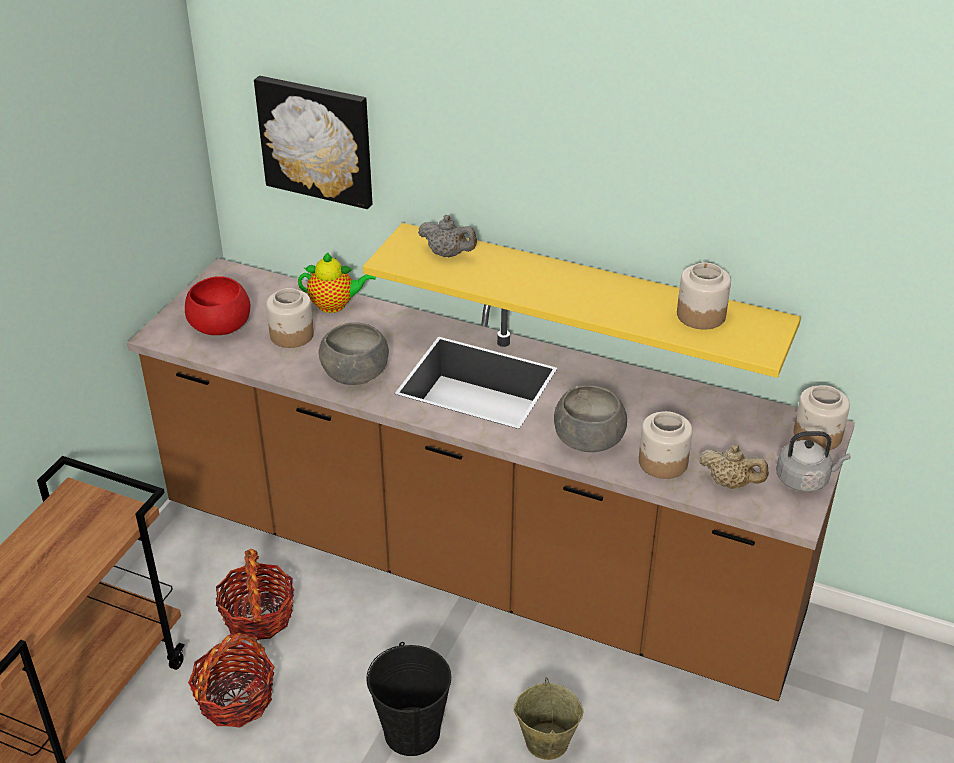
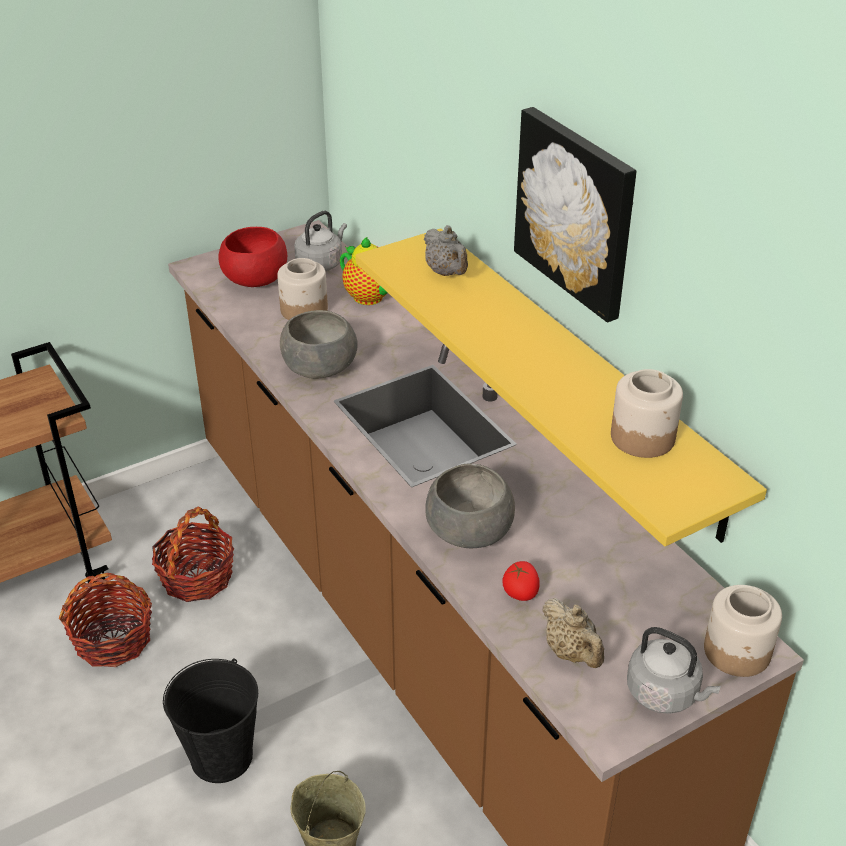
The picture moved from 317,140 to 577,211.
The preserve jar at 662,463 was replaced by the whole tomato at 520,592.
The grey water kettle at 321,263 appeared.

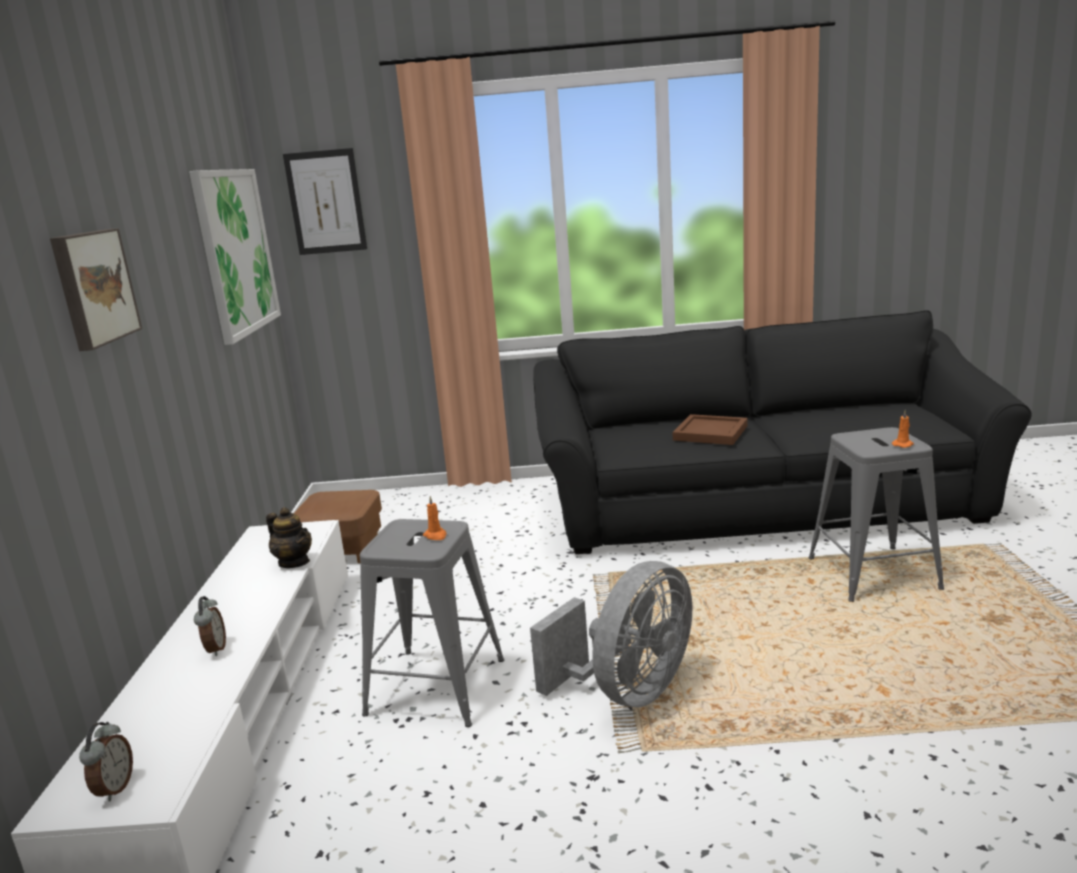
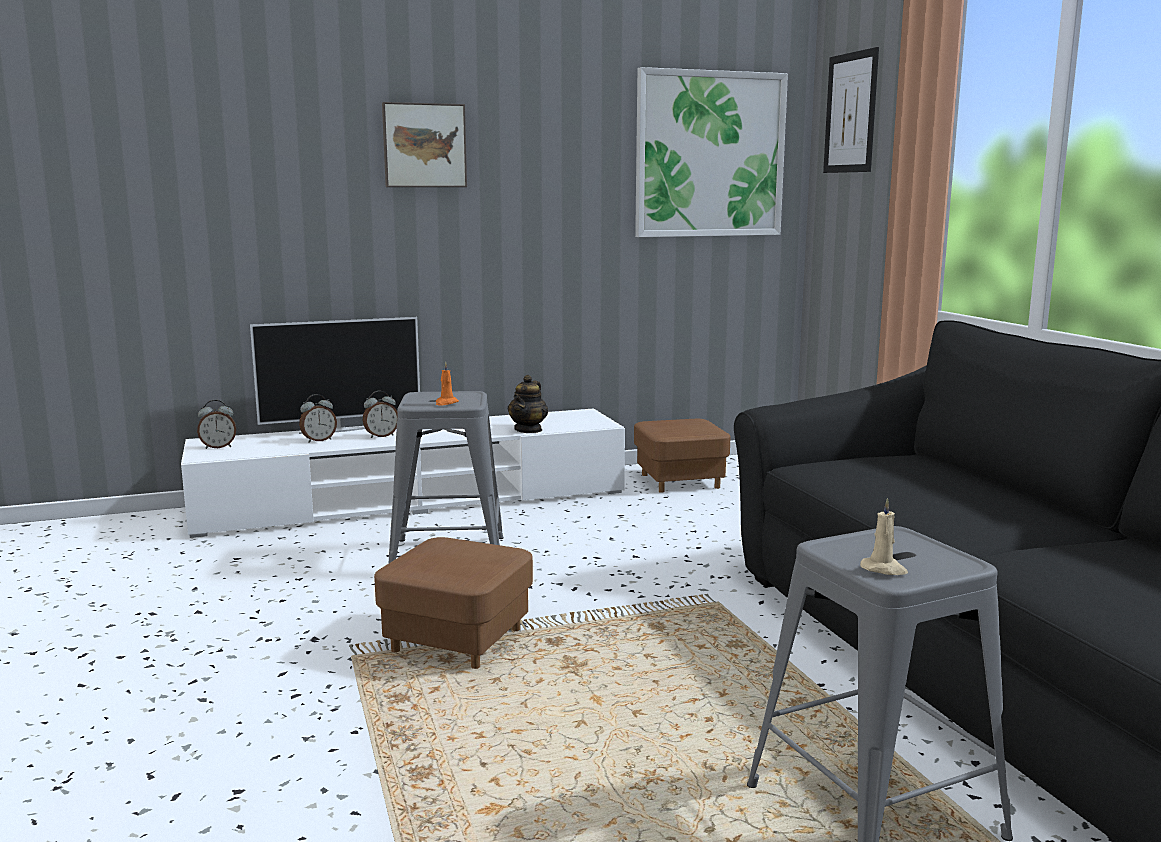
The grey fan at 629,691 was replaced by the brownish ottoman at 457,641.
The brownish carrying tray at 709,433 disappeared.
The orange wax candle at 903,444 became the beige wax candle at 884,569.
The TV at 341,430 appeared.
The bedside clock at 318,440 appeared.

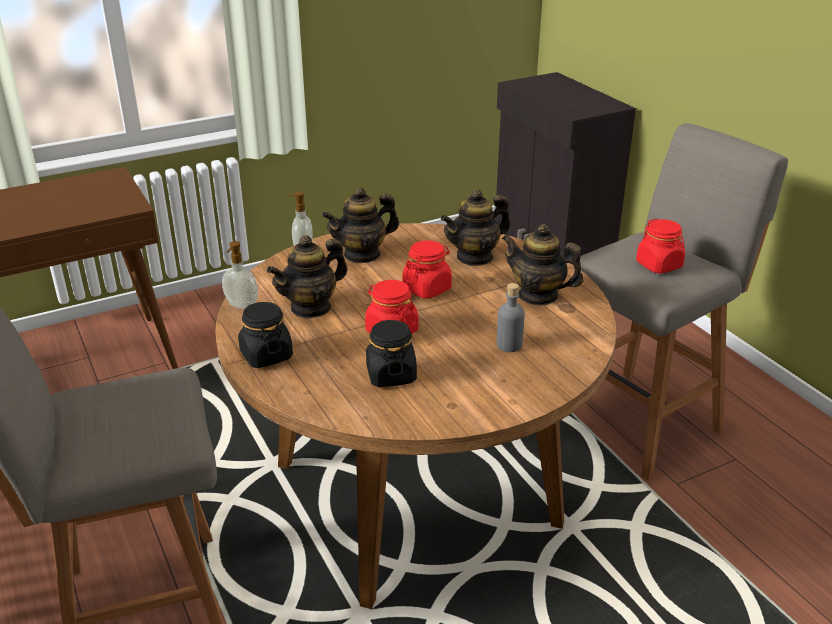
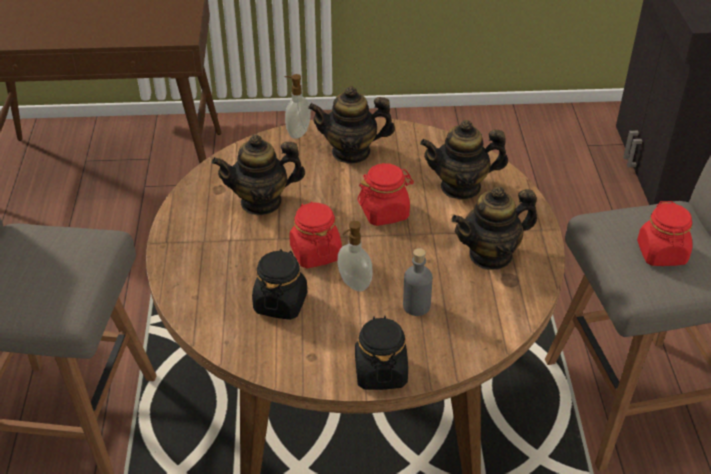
The soap bottle moved from 241,306 to 353,284.
The black-coloured preserve jar moved from 266,355 to 380,372.
The teapot at 538,295 turned 75 degrees counterclockwise.

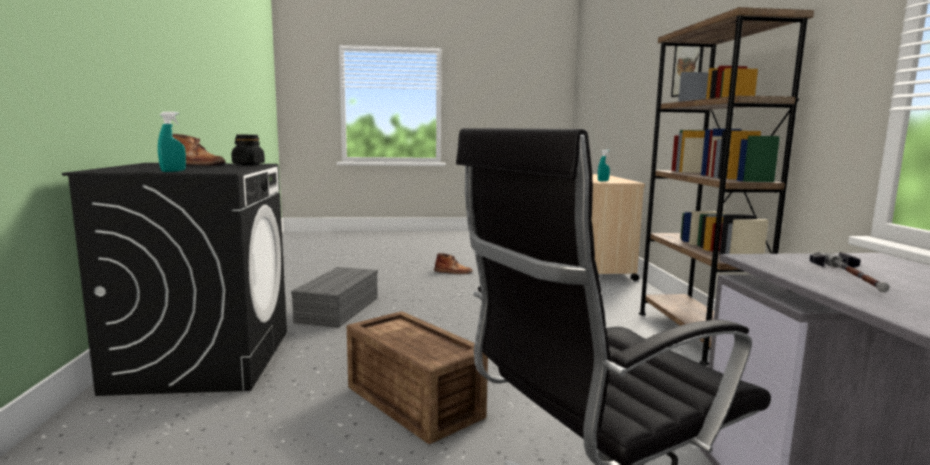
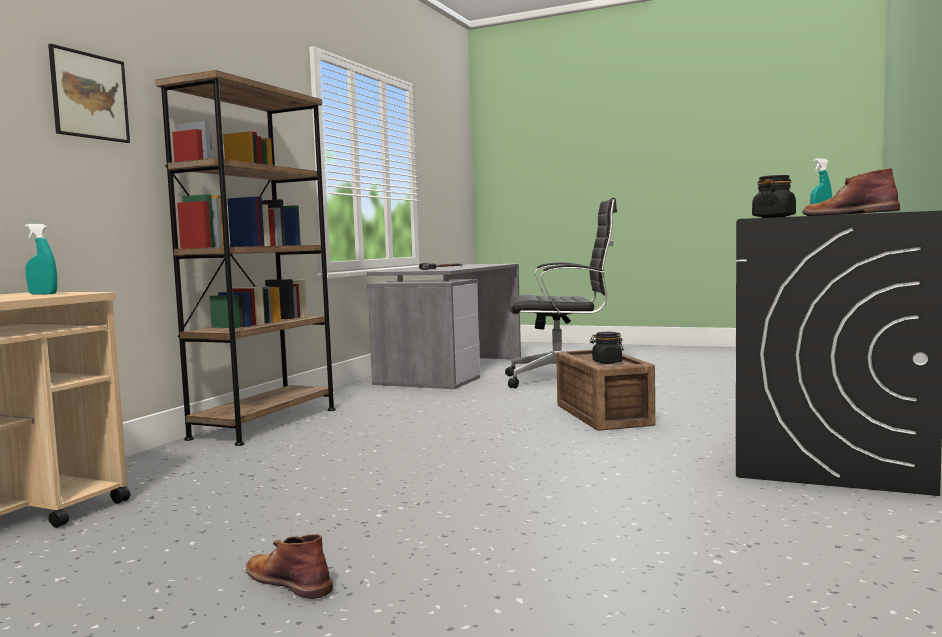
The grey storage container at 338,309 disappeared.
The black-coloured preserve jar at 606,362 appeared.

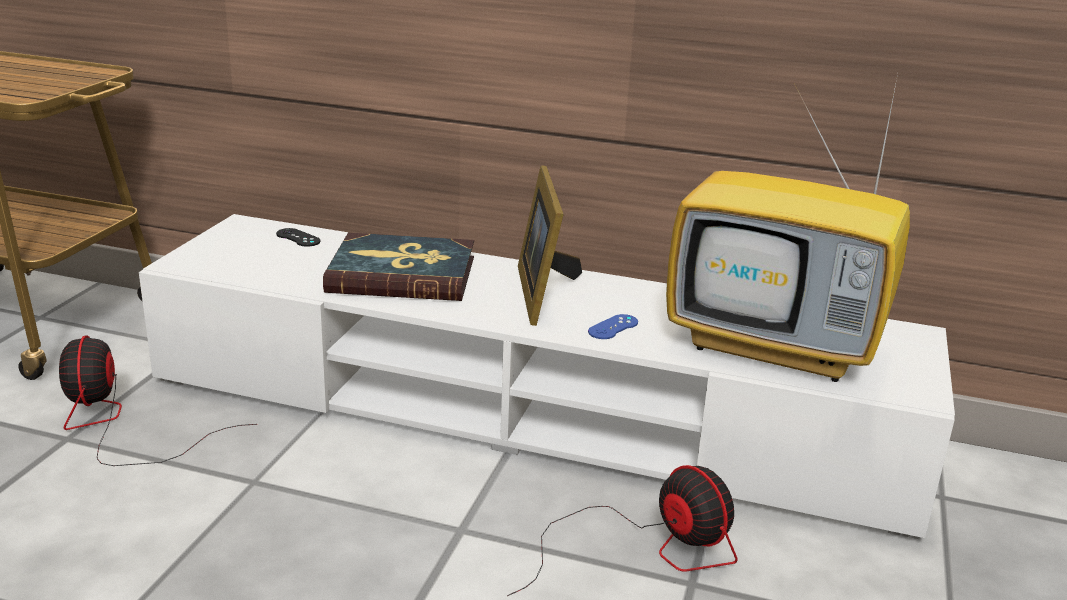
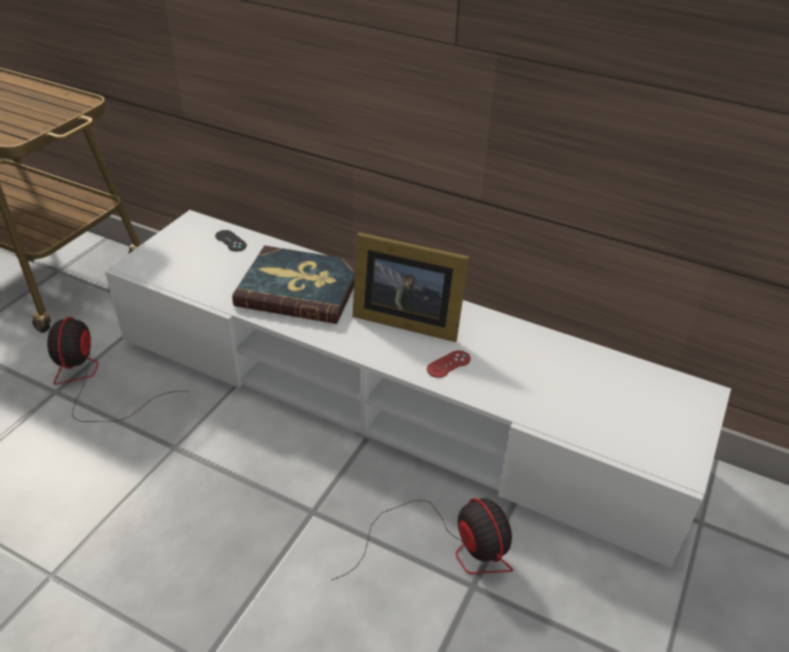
The picture frame at 544,292 turned 75 degrees counterclockwise.
The blue-coloured gamepad at 613,327 became the reddish gamepad at 448,364.
The TV at 780,347 disappeared.

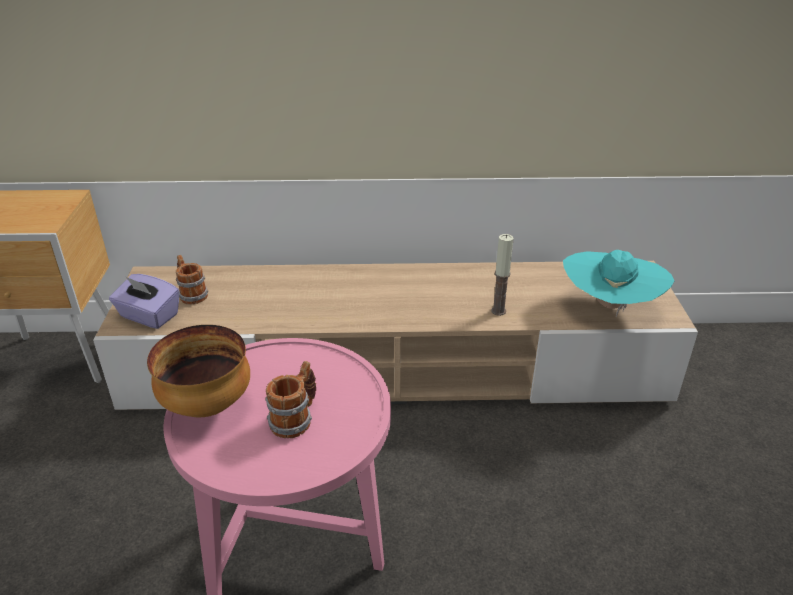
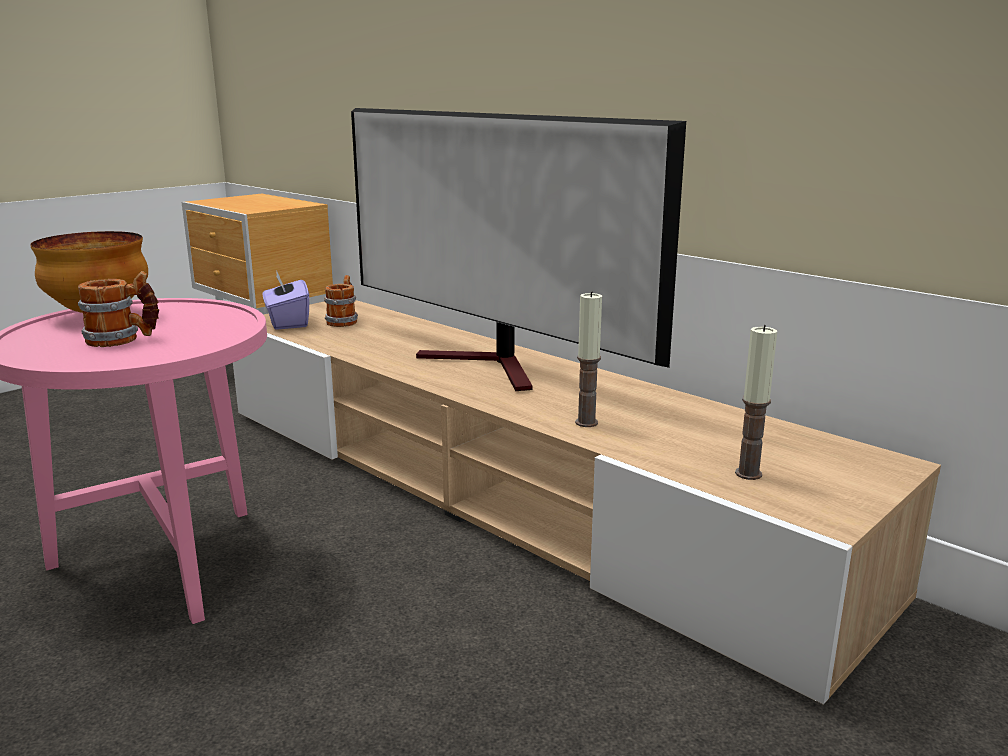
The turquoise-coloured hat at 609,307 was replaced by the wax candle at 748,474.
The TV at 493,367 appeared.

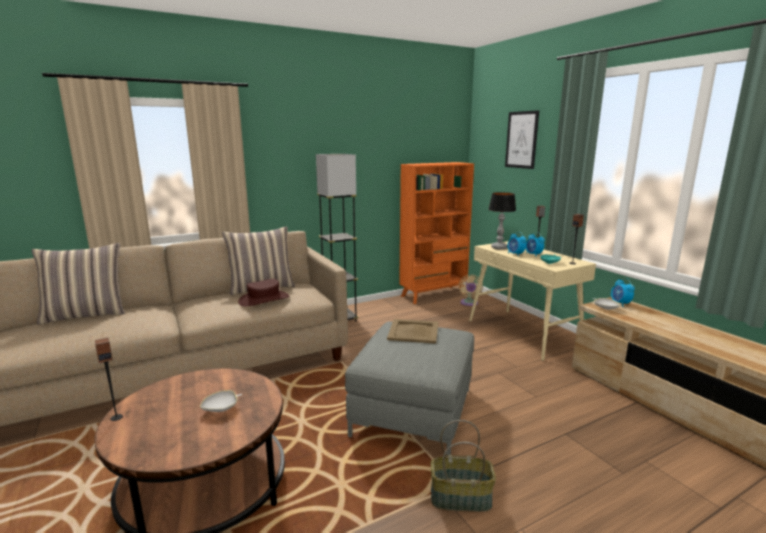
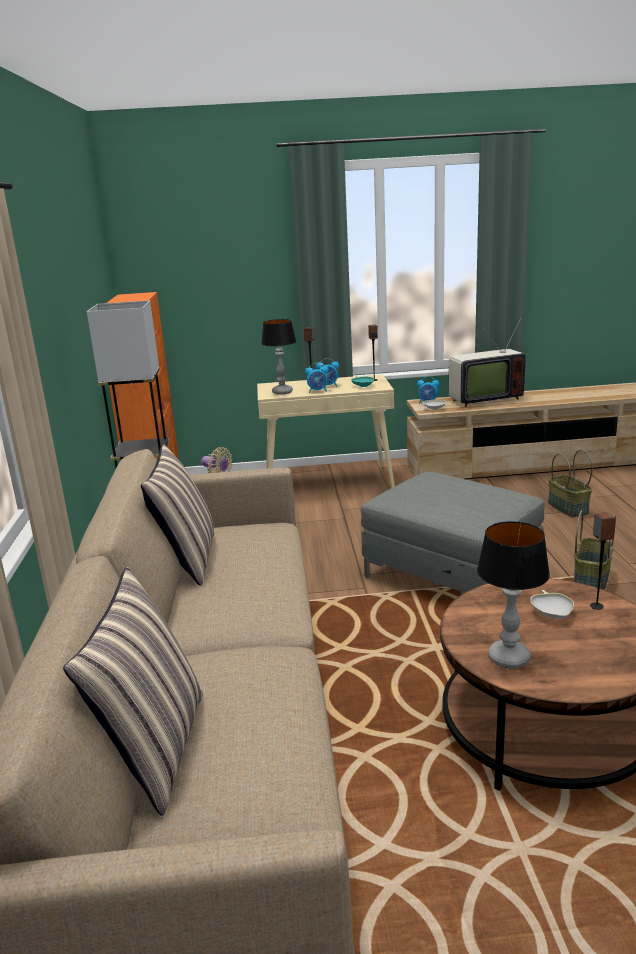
The audio speaker moved from 116,417 to 596,606.
The brownish hat at 264,299 disappeared.
The beige carrying tray at 414,331 disappeared.
The picture at 521,140 disappeared.
The TV at 483,399 appeared.
The table lamp at 508,657 appeared.
The basket at 567,508 appeared.

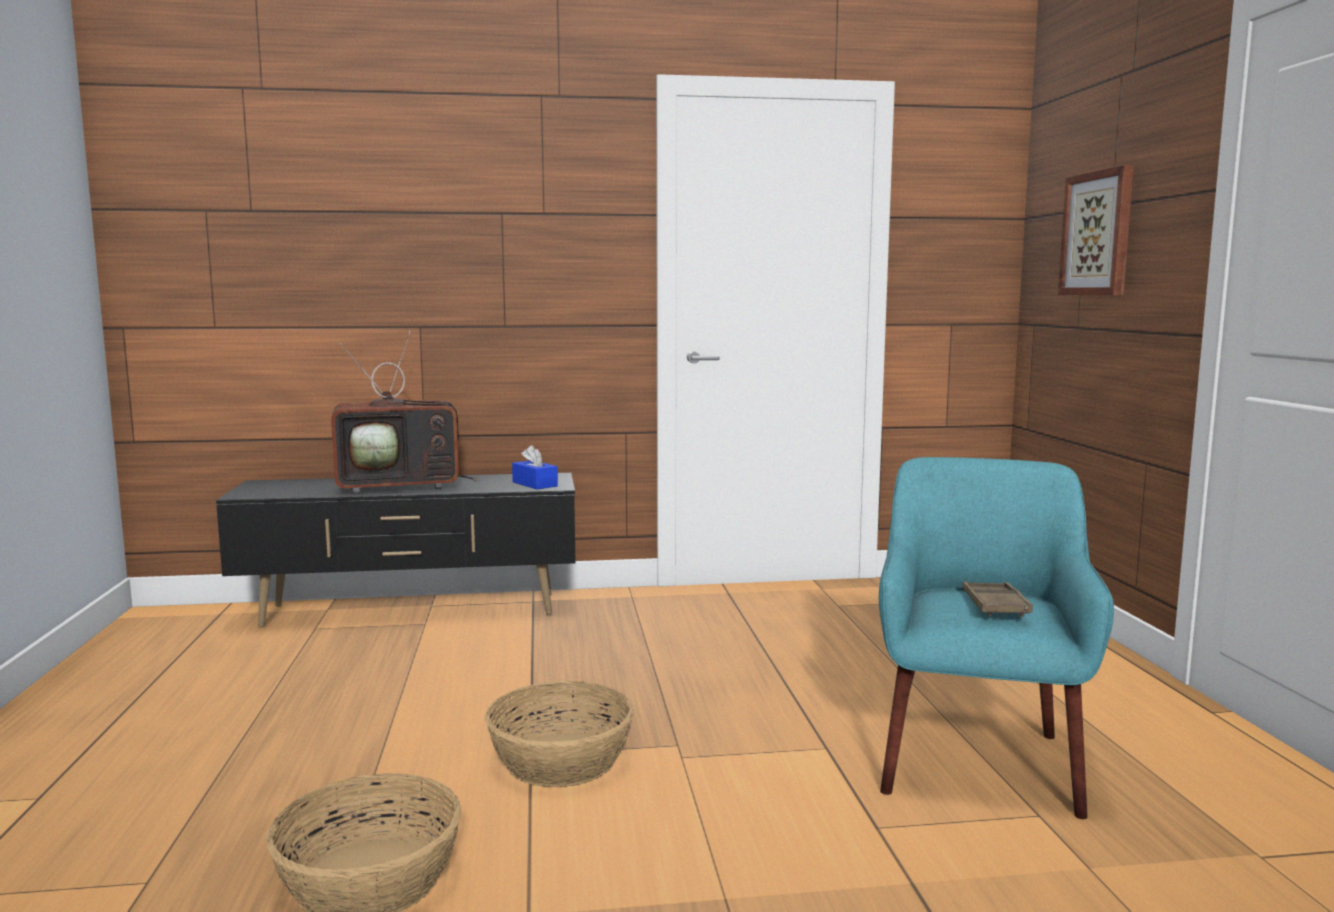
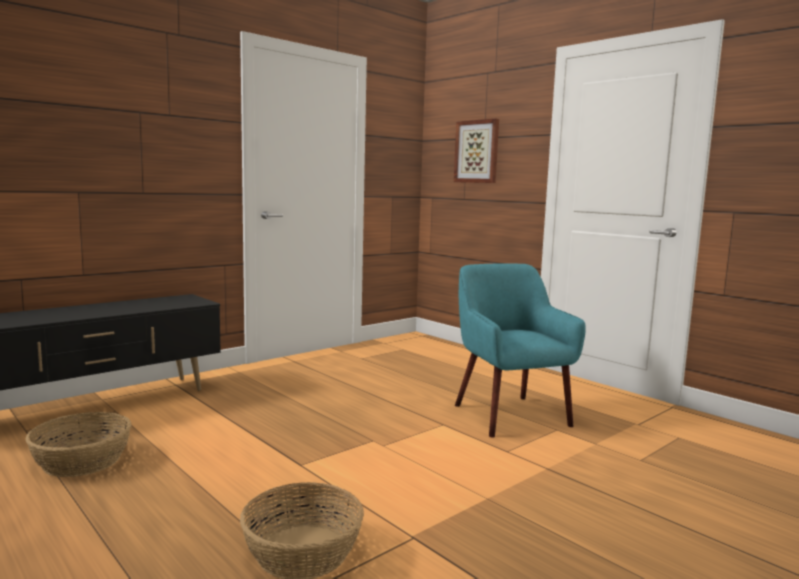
The TV at 402,485 disappeared.
The basket moved from 561,759 to 82,460.
The blue-coloured tissue holder at 535,484 disappeared.
The brownish carrying tray at 995,606 disappeared.

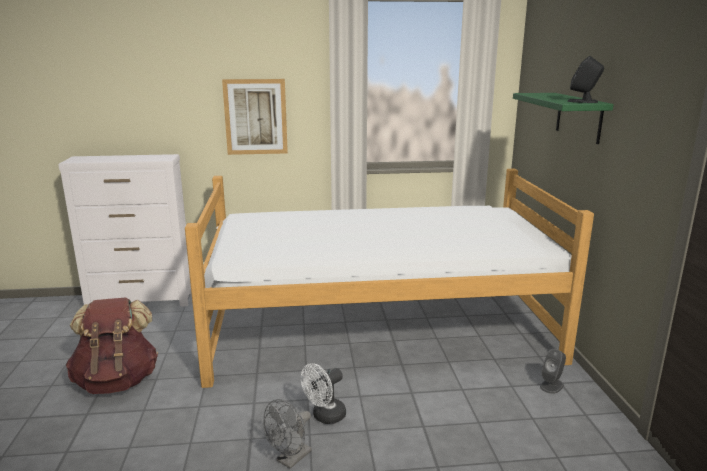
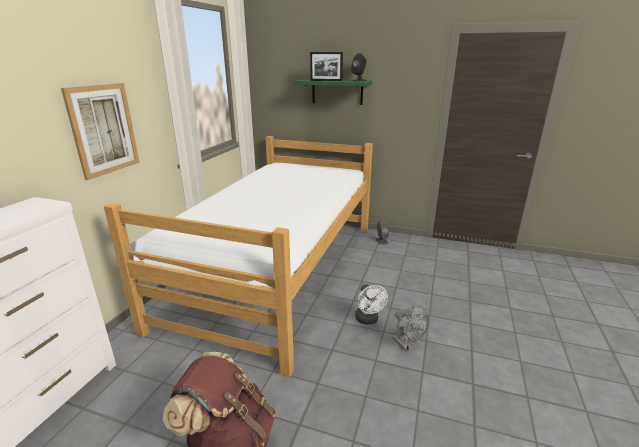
The picture frame at 326,80 appeared.

